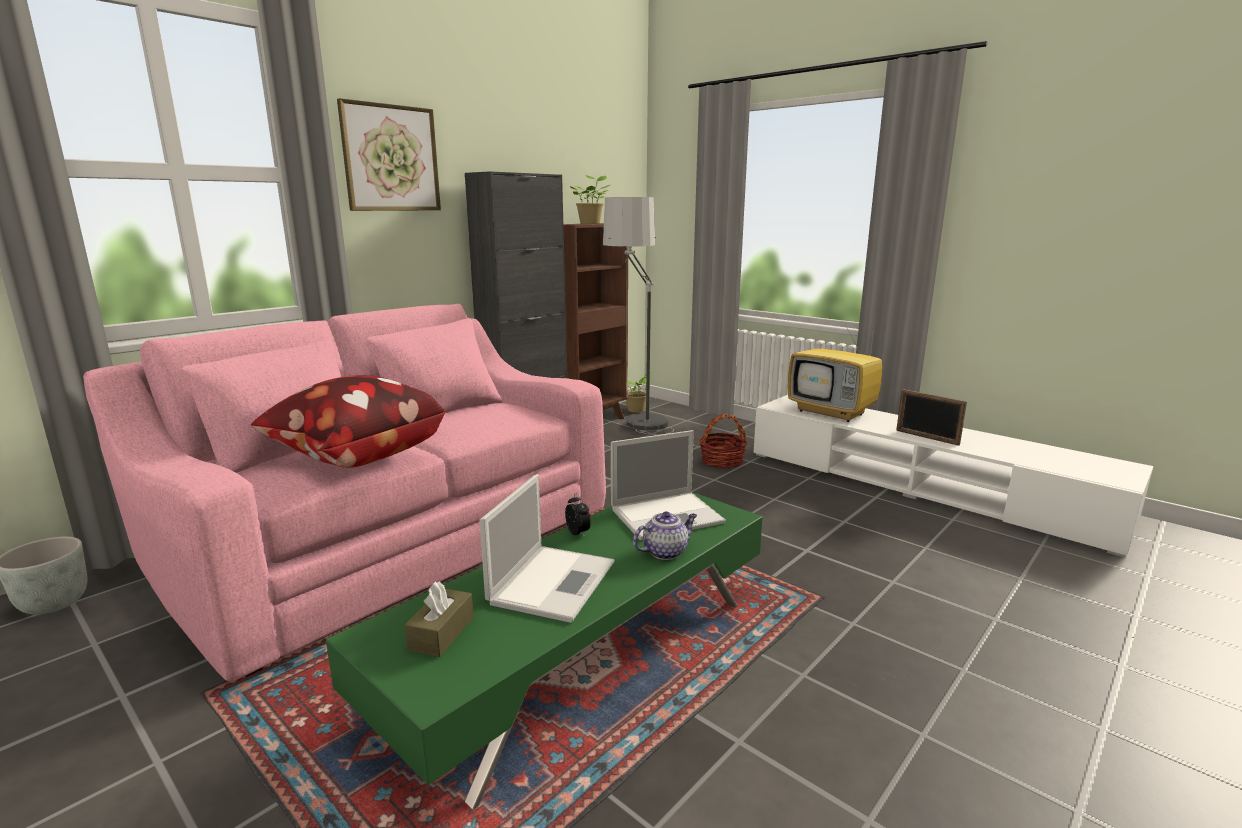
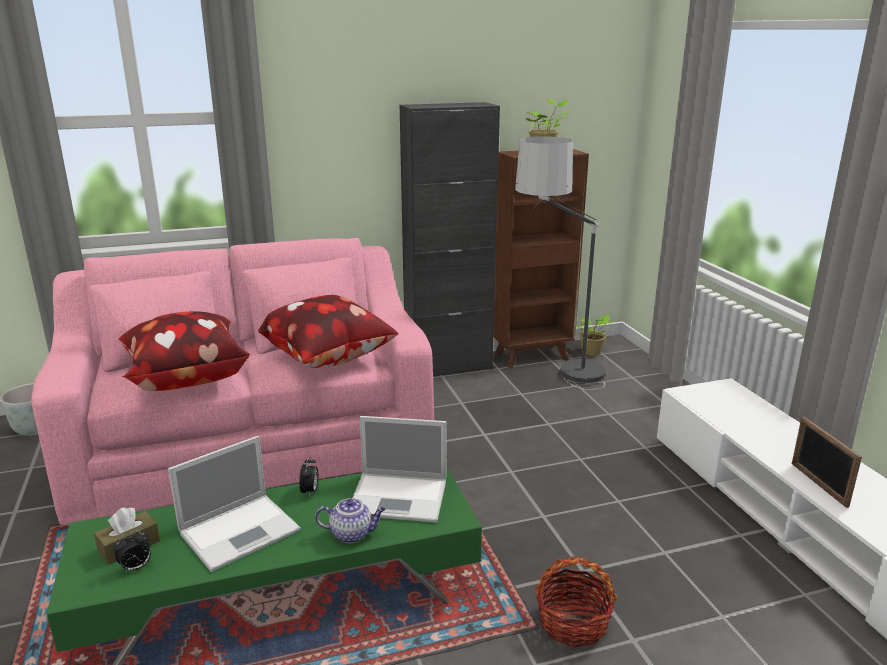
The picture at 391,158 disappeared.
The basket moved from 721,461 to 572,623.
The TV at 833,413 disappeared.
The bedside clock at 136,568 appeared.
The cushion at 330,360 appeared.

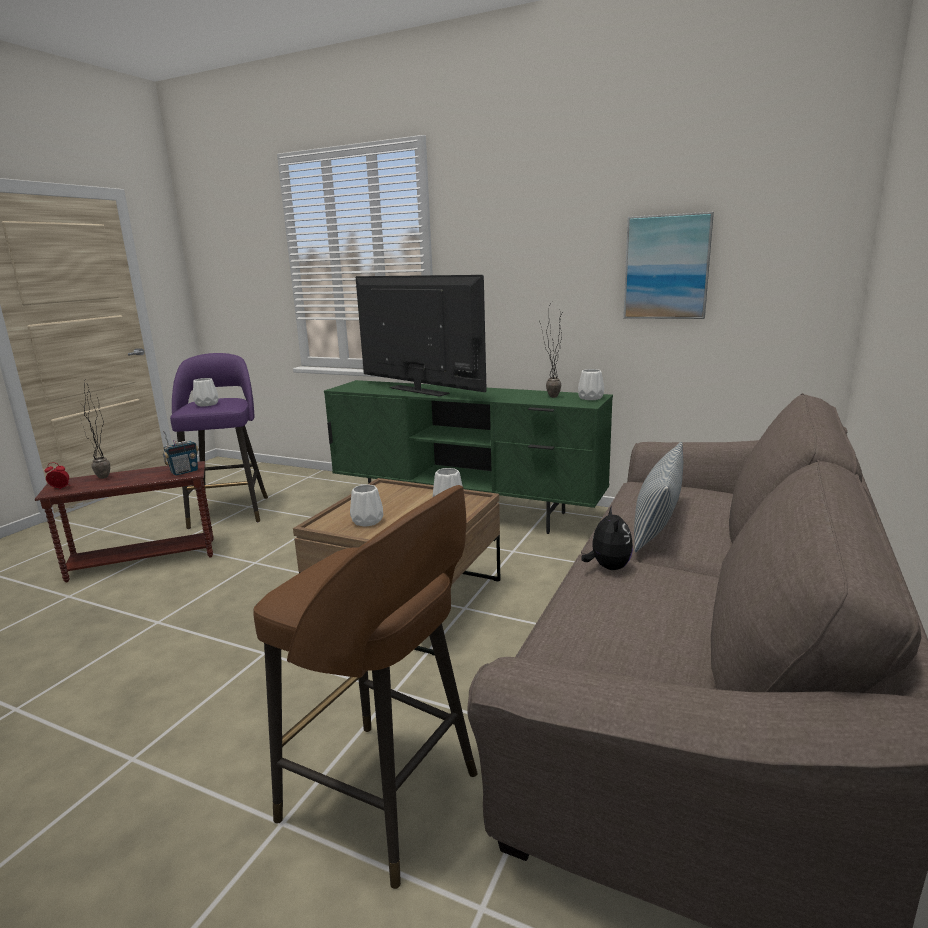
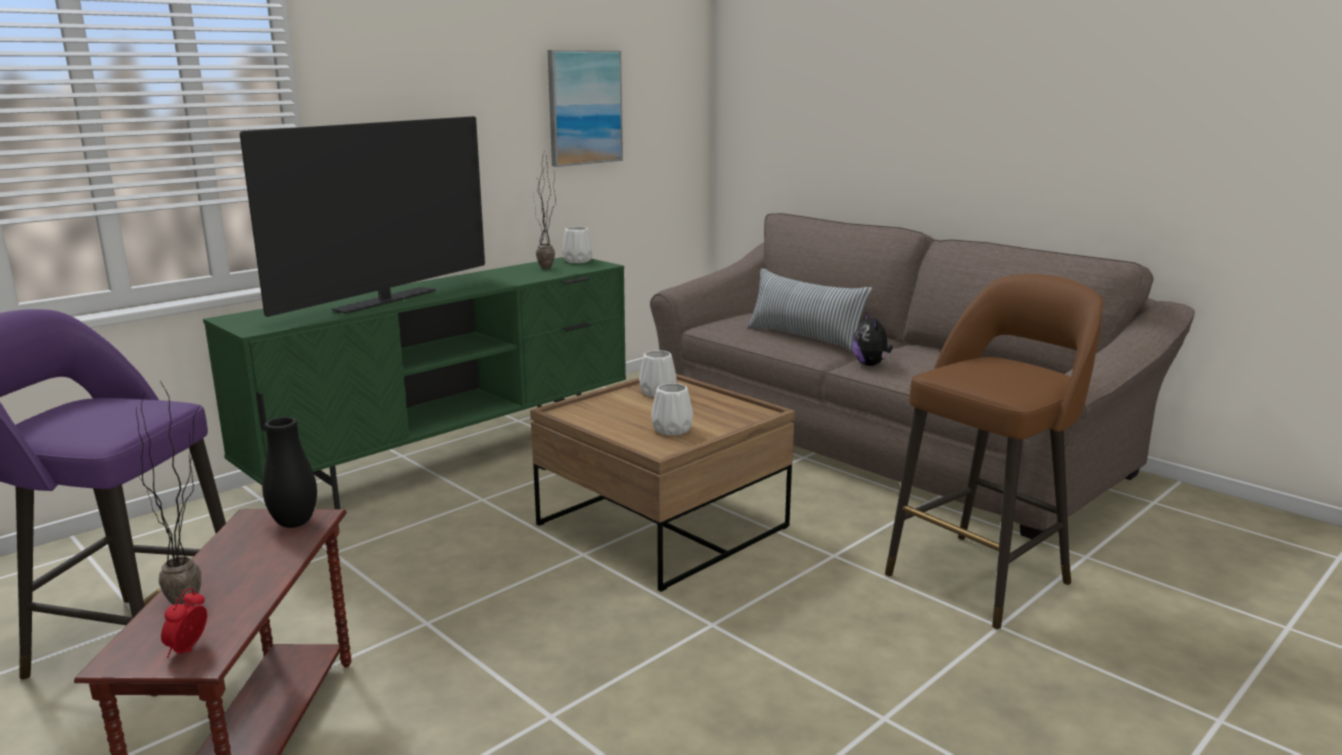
The radio at 184,472 was replaced by the black-coloured vase at 294,523.
The whitish vase at 207,404 disappeared.
The TV at 418,391 turned 150 degrees clockwise.
The plush toy at 608,567 turned 120 degrees counterclockwise.

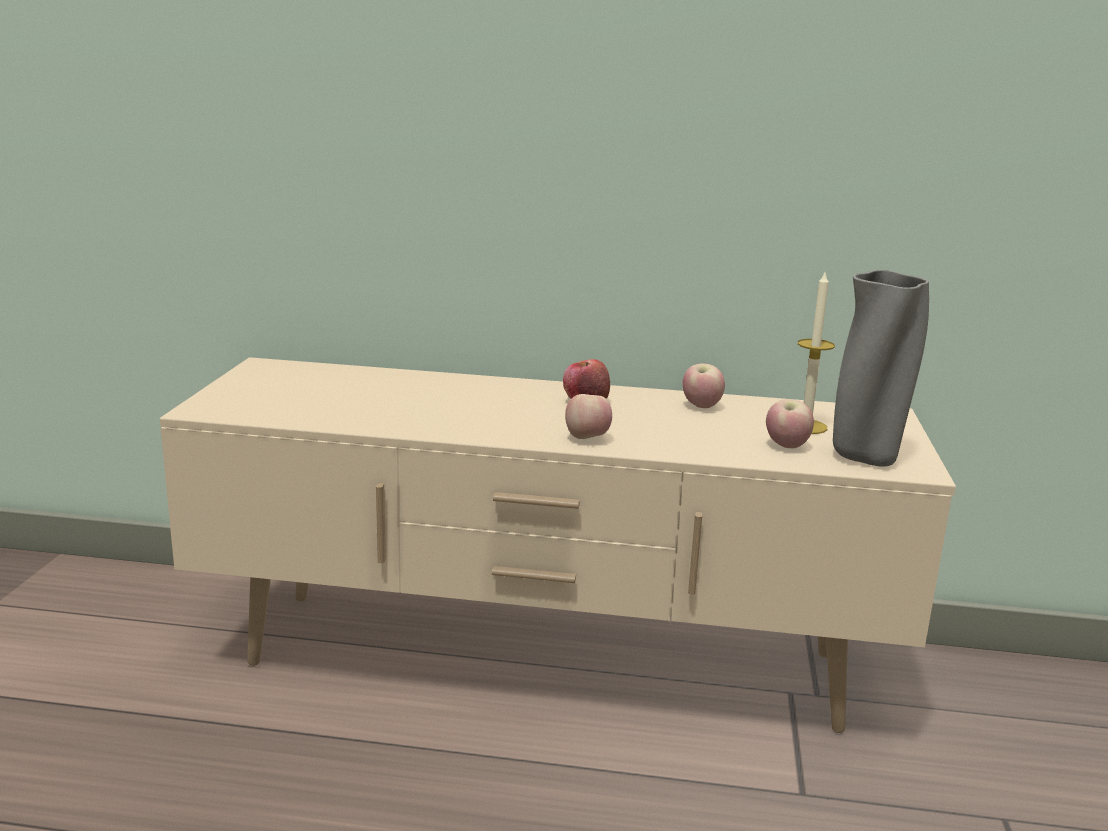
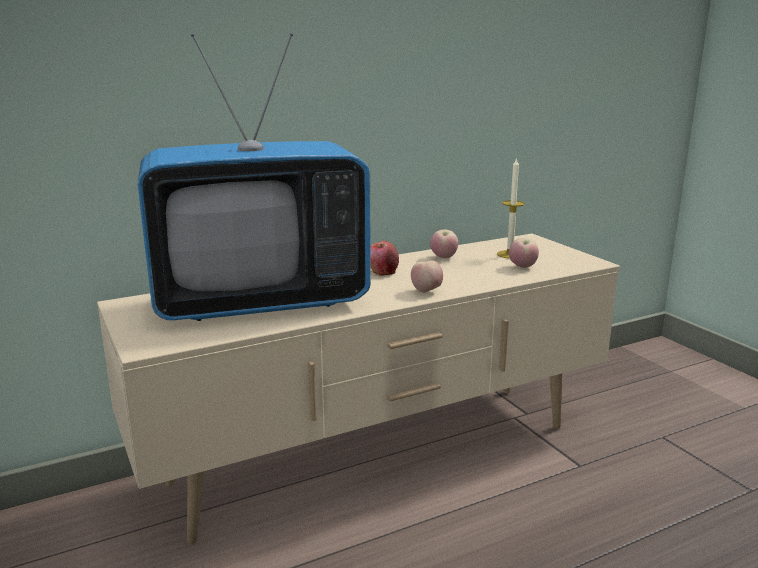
The grey vase at 865,458 disappeared.
The TV at 260,302 appeared.

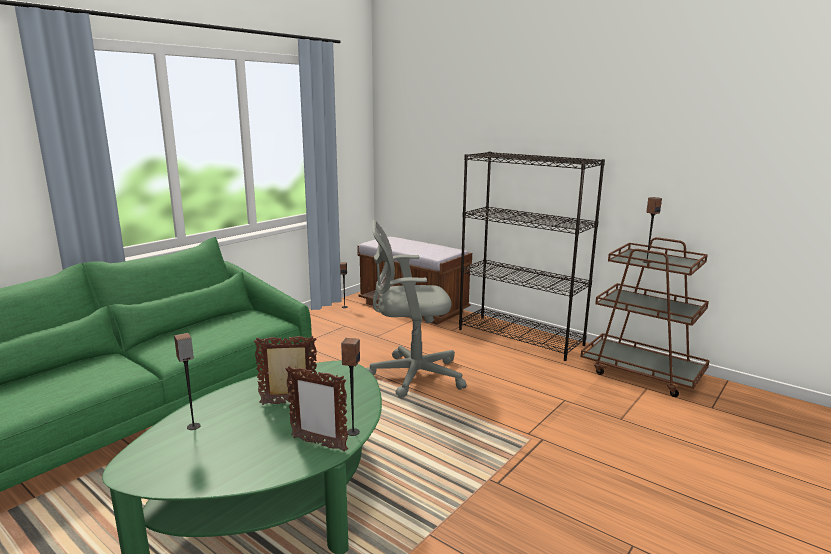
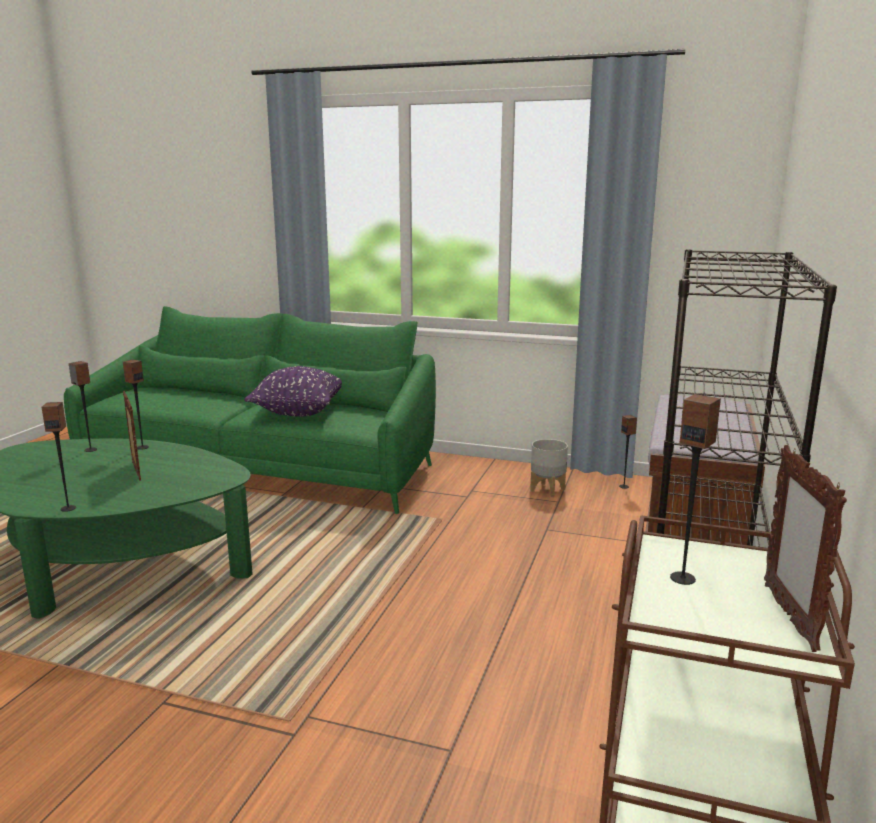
The picture frame moved from 318,444 to 789,616.
The grey desk chair at 411,375 disappeared.
The audio speaker at 142,447 appeared.
The purple cushion at 299,412 appeared.
The grey flower pot at 547,490 appeared.

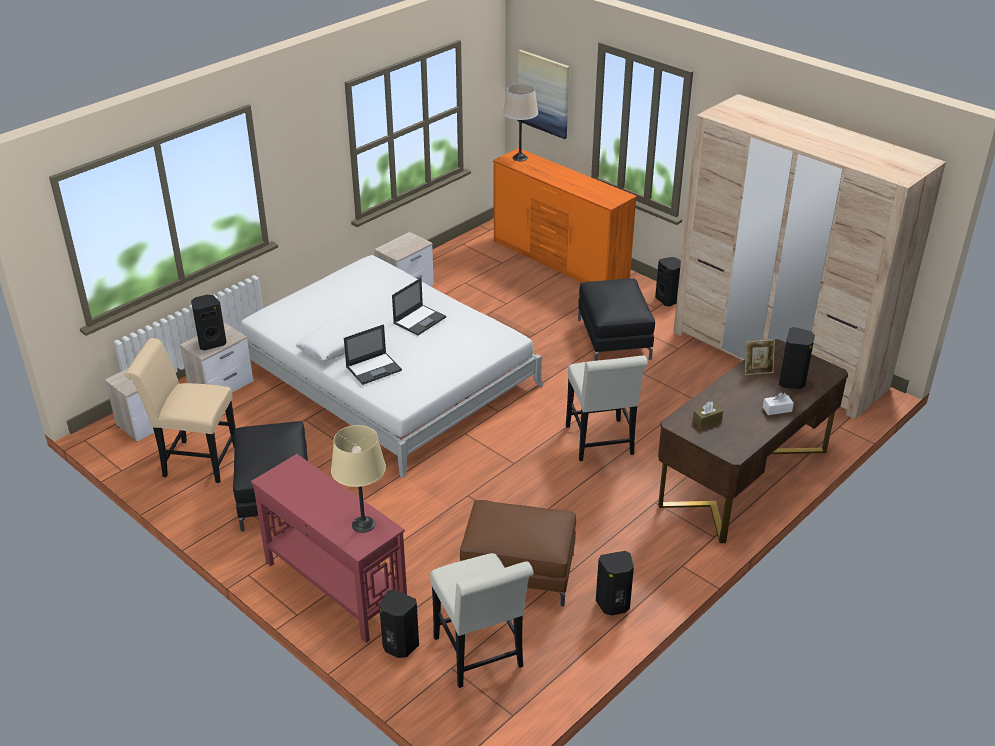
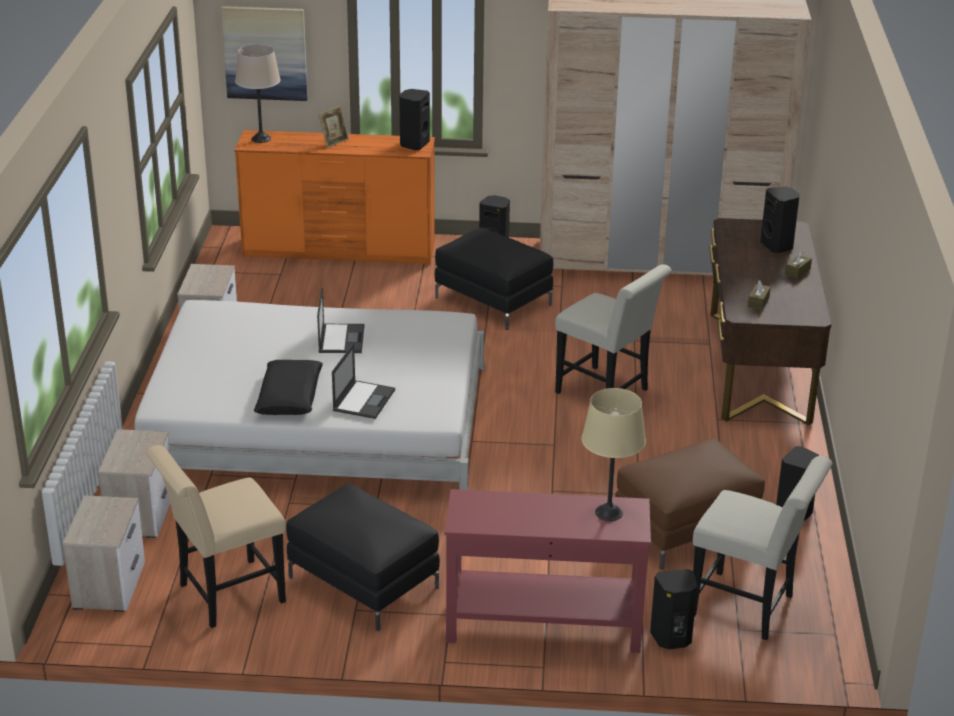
The black-coloured audio speaker moved from 211,343 to 414,144.
The whitish cushion at 337,345 became the black-coloured cushion at 289,396.
The picture frame moved from 757,371 to 334,142.
The whitish tissue holder at 777,409 became the brownish tissue holder at 797,271.

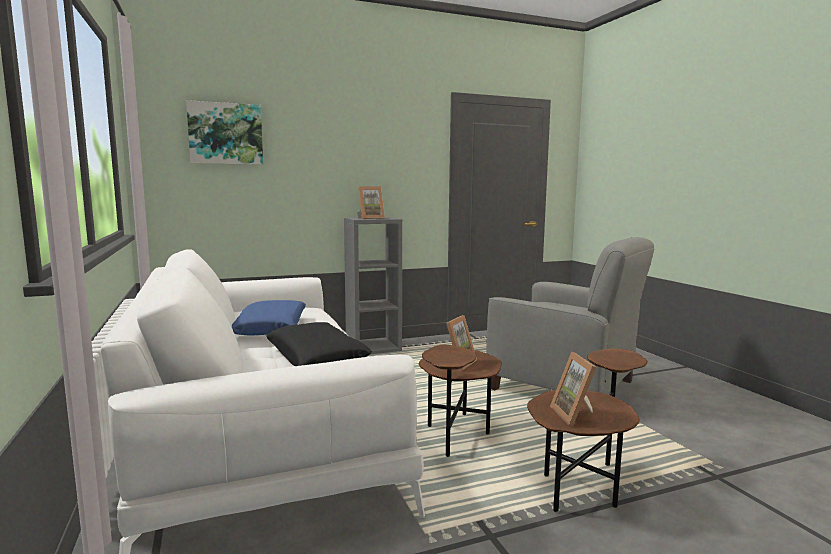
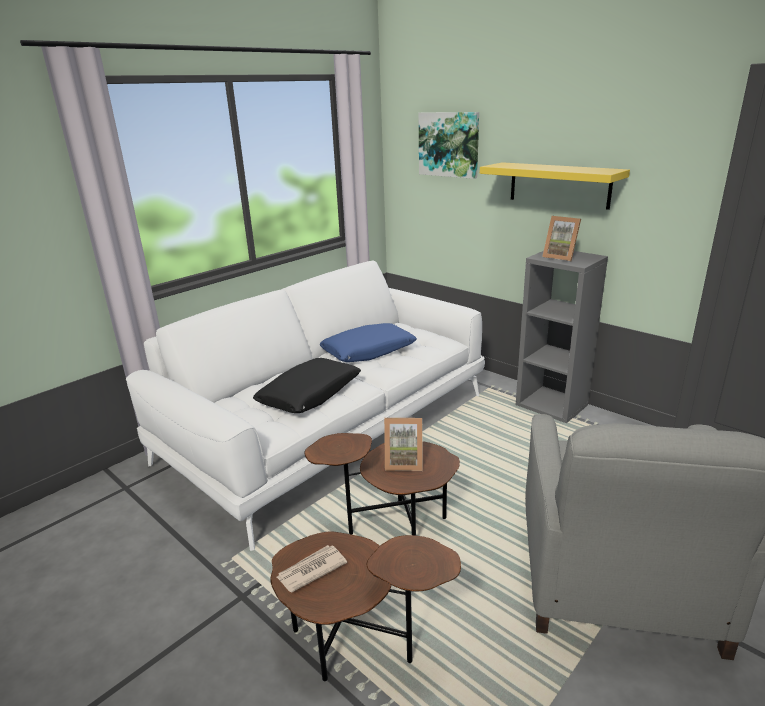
The picture frame at 576,415 was replaced by the daily paper at 311,570.
The yellow wall shelf at 559,185 appeared.

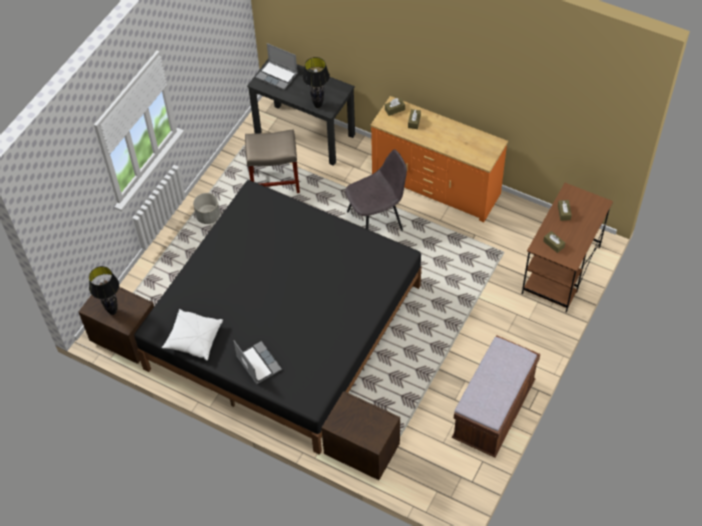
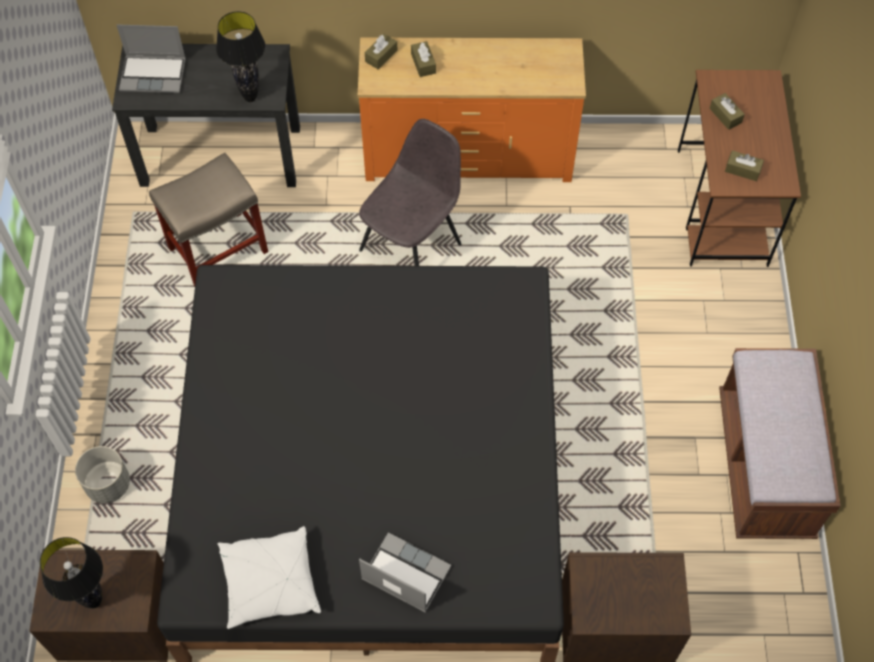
The grey flower pot moved from 208,216 to 108,484.

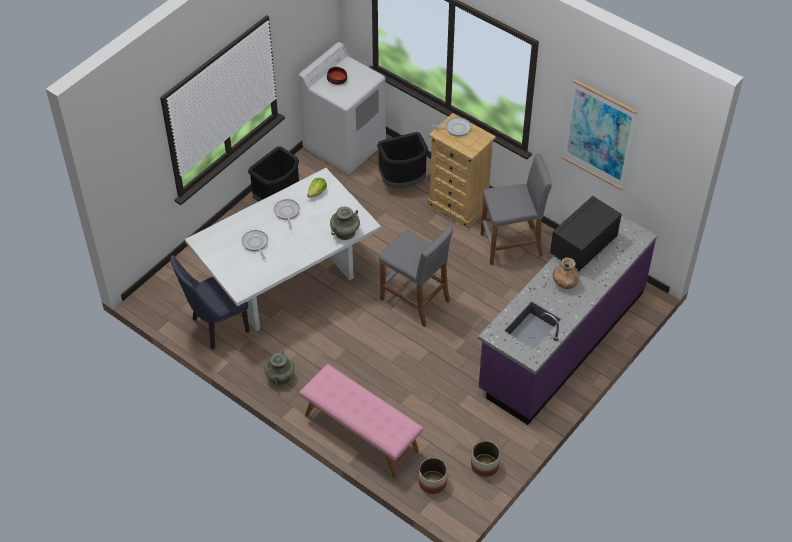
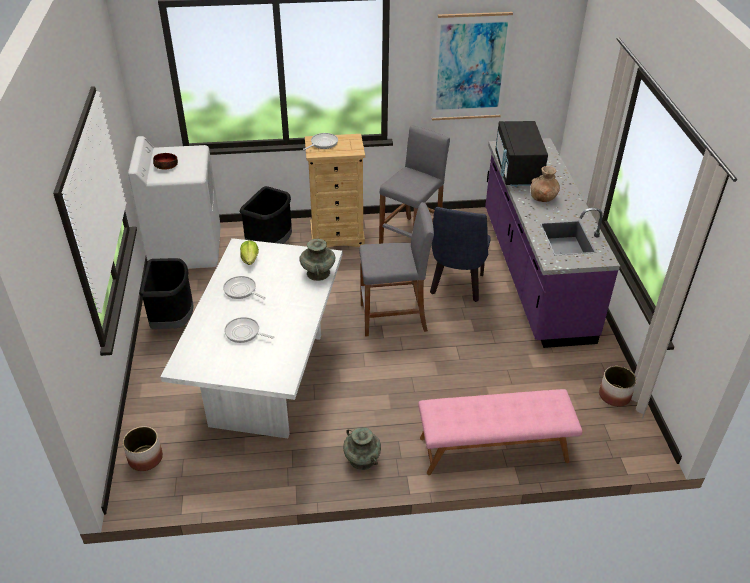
The blue-coloured plain chair moved from 216,327 to 456,287.
The flower pot moved from 432,482 to 145,458.

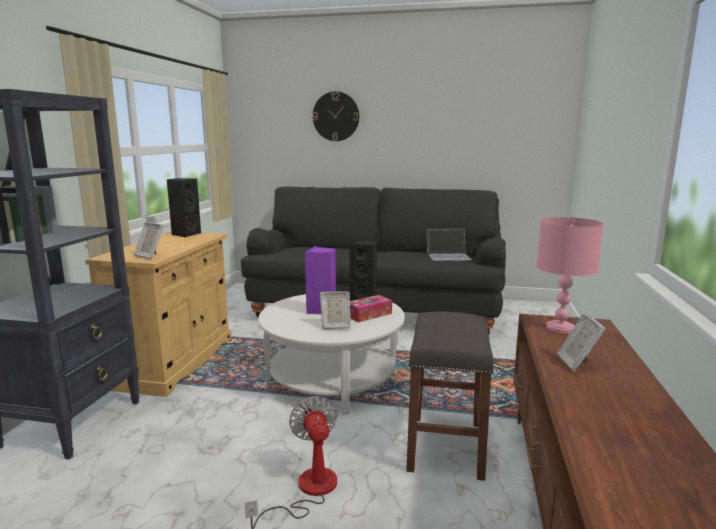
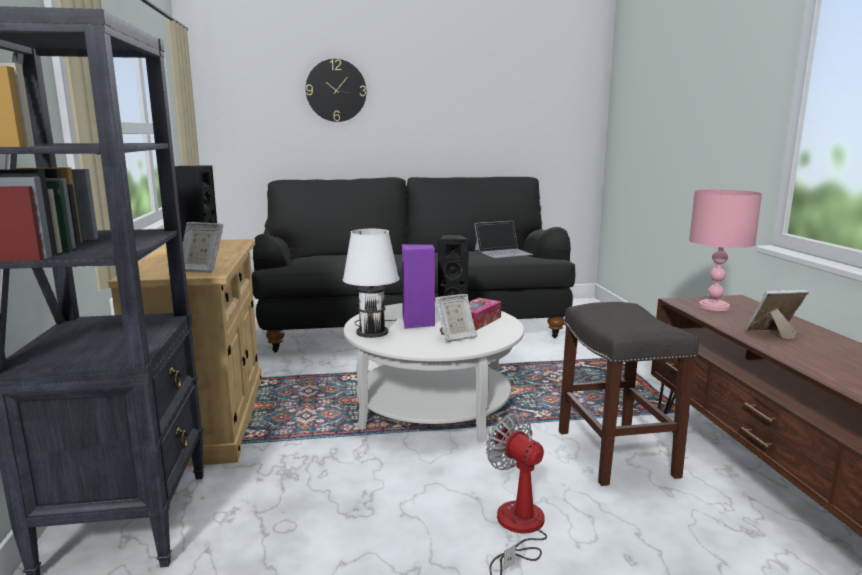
The picture frame at 577,363 turned 105 degrees clockwise.
The whitish table lamp at 372,331 appeared.

